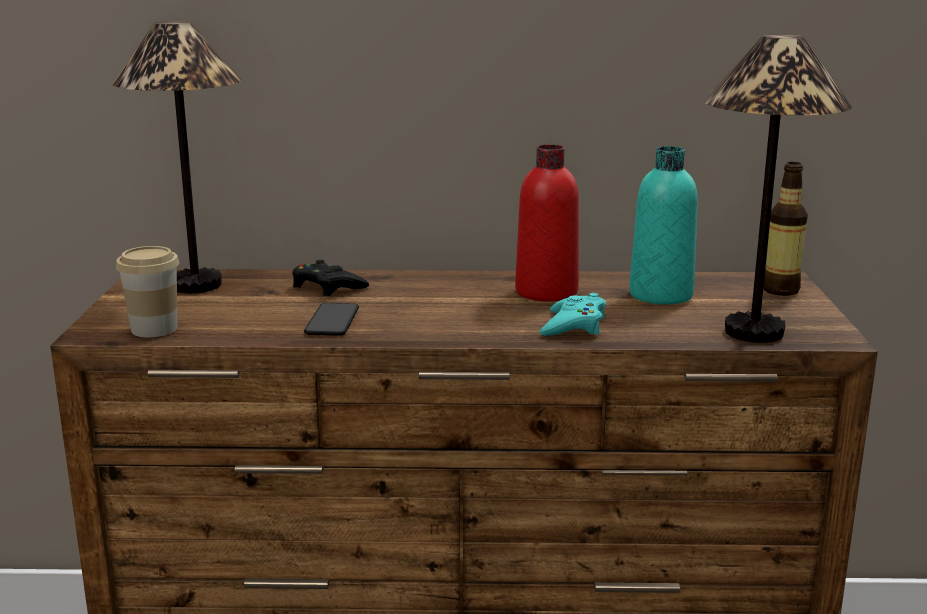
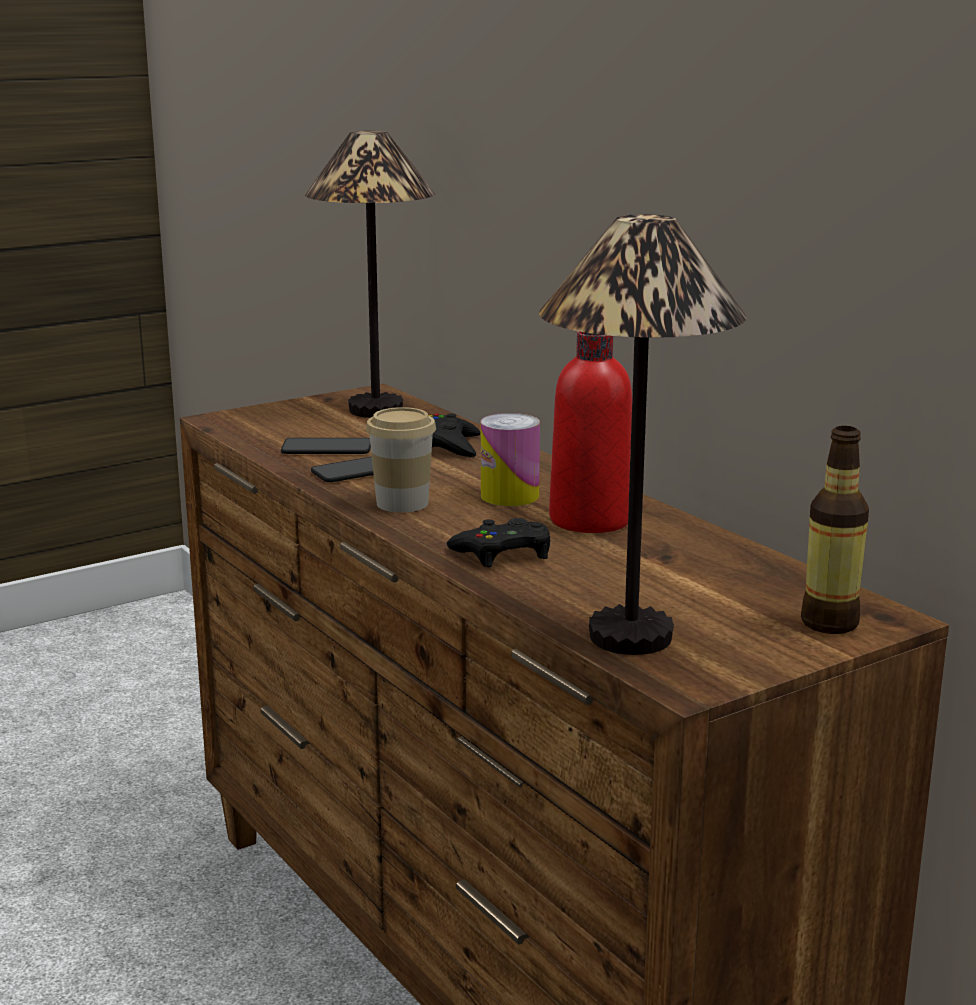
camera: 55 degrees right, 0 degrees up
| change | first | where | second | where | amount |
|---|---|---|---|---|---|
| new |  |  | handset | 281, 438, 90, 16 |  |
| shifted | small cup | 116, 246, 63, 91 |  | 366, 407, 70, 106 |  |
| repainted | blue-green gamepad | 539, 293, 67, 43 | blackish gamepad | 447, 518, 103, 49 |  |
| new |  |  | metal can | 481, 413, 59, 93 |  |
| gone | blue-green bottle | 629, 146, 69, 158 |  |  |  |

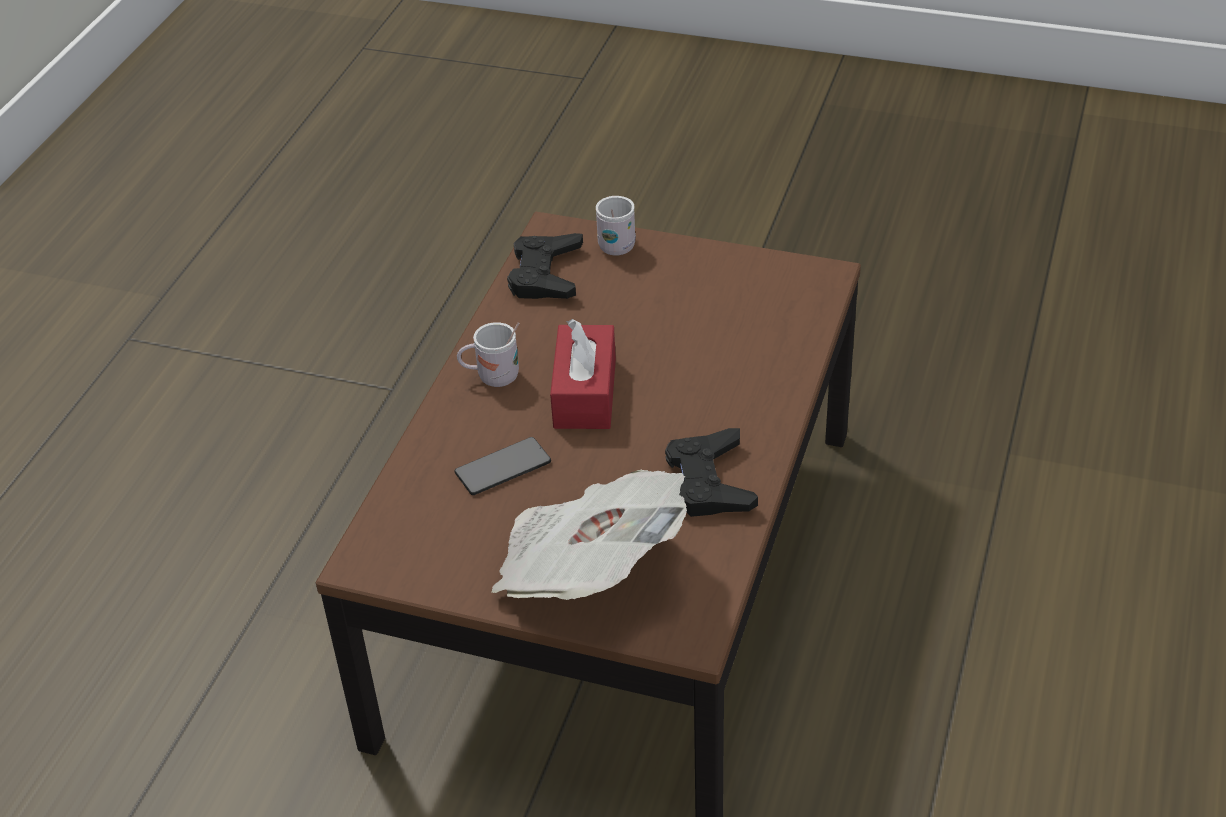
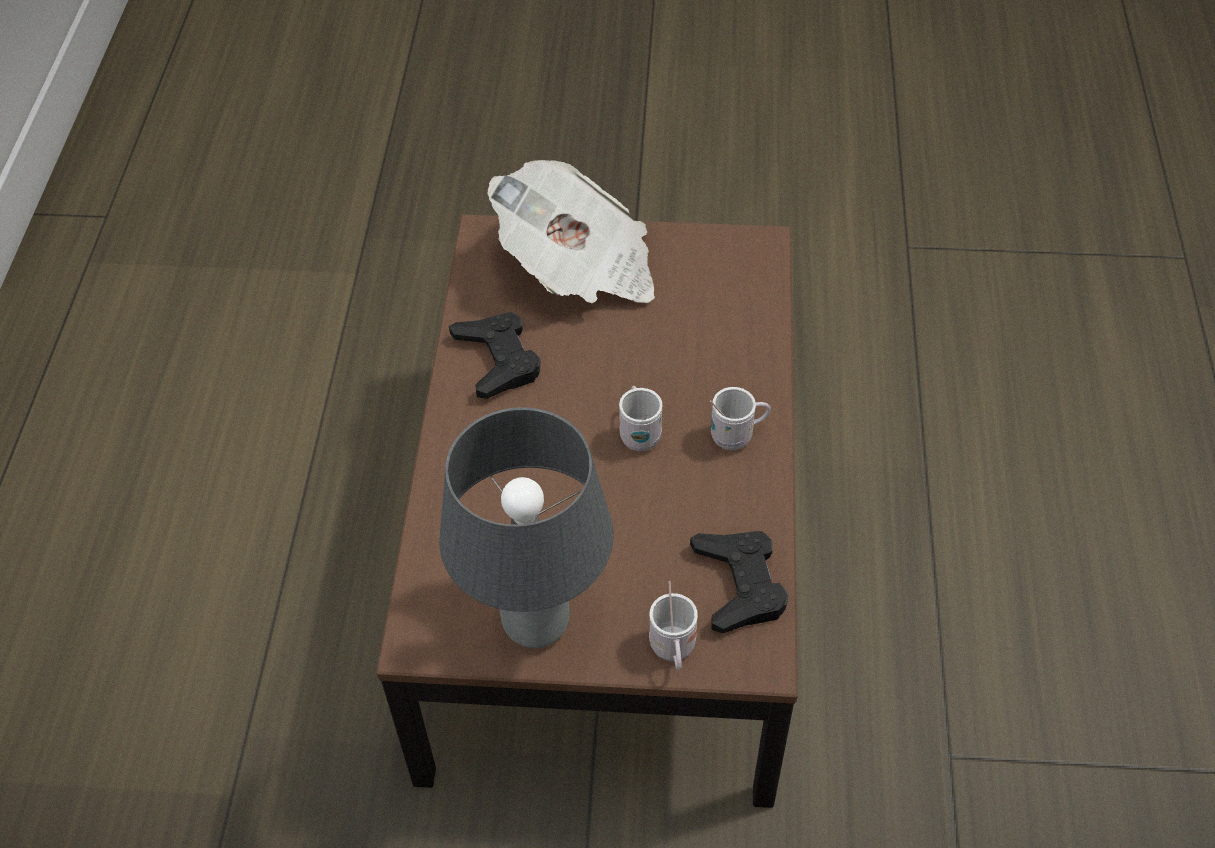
camera: 165 degrees right, 10 degrees up
| change | first | where | second | where | amount |
|---|---|---|---|---|---|
| new |  |  | gray tabletop lamp | 439, 407, 175, 241 |  |
| swapped | red-coloured tissue box | 550, 319, 66, 110 | white-coloured coffee mug | 619, 386, 43, 65 |  |
| gone | handset | 455, 437, 96, 58 |  |  |  |

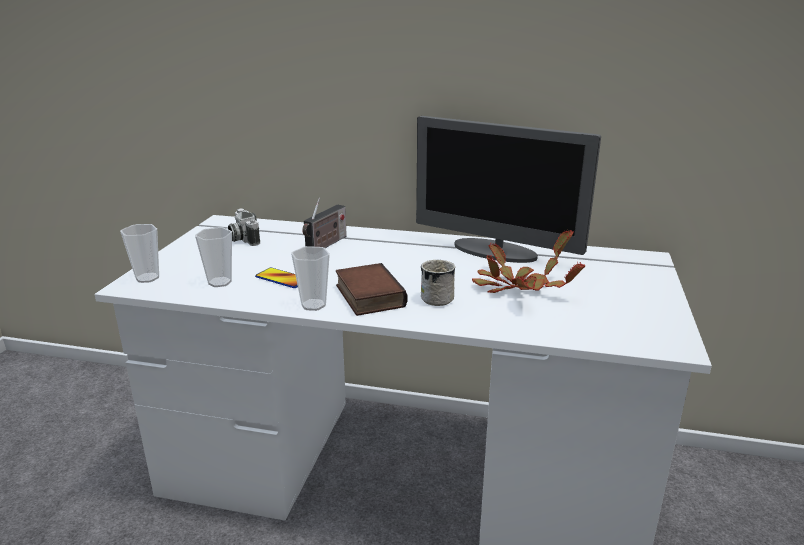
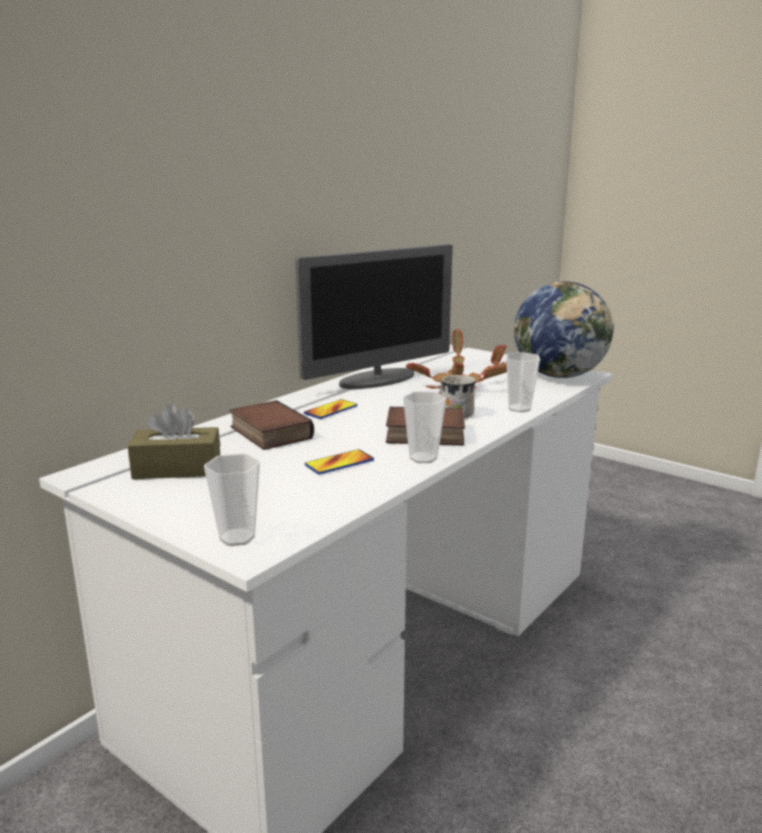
camera: 65 degrees left, 5 degrees down
| change | first | where | second | where | amount |
|---|---|---|---|---|---|
| swapped | still camera | 228, 208, 32, 38 | brownish tissue box | 128, 404, 92, 75 |  |
| swapped | radio set | 302, 198, 45, 50 | bound book | 229, 400, 85, 50 |  |
| new |  |  | handset | 304, 399, 54, 20 |  |
| shifted | small cup | 195, 227, 37, 60 |  | 506, 352, 34, 60 |  |
| new |  |  | globe | 514, 281, 100, 97 |  |

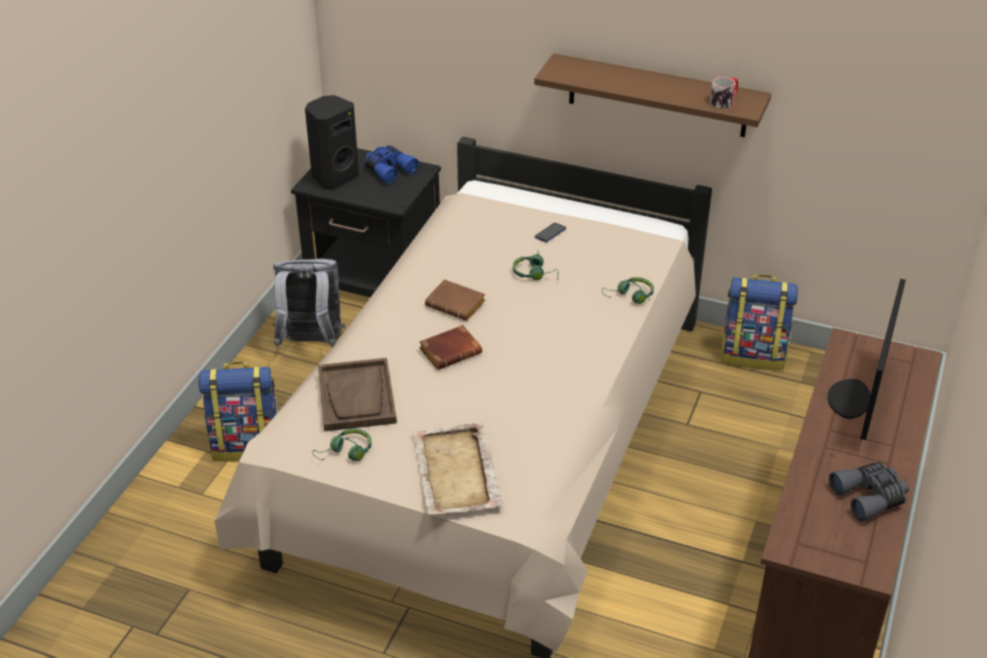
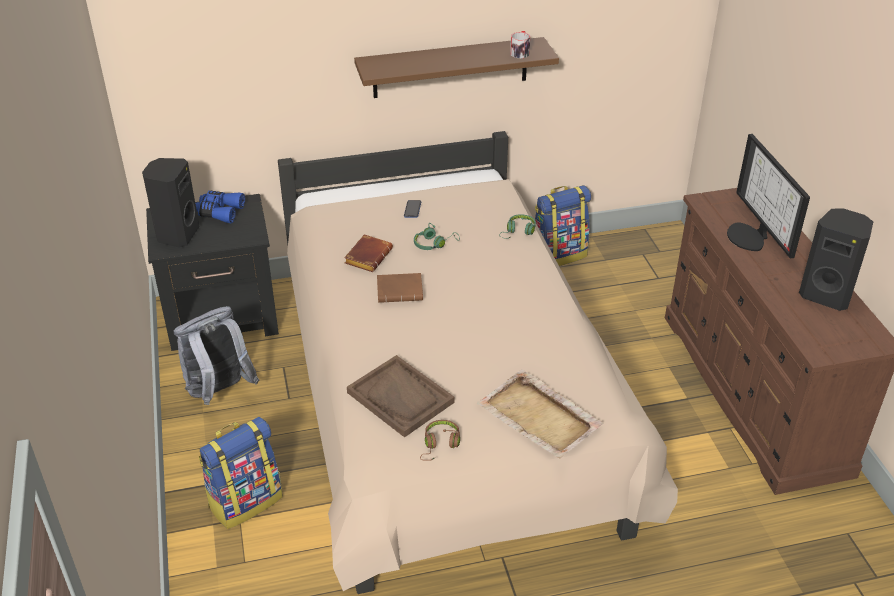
camera: 35 degrees left, 0 degrees up
| change | first | where | second | where | amount |
|---|---|---|---|---|---|
| shifted | brownish bound book | 419, 325, 63, 45 |  | 344, 234, 49, 38 |  |
| repainted | greenish pair of headphones | 312, 428, 60, 33 | brownish pair of headphones | 420, 420, 40, 40 |  |
| swapped | gray binoculars | 829, 462, 80, 60 | blackish audio speaker | 799, 208, 74, 103 |  |

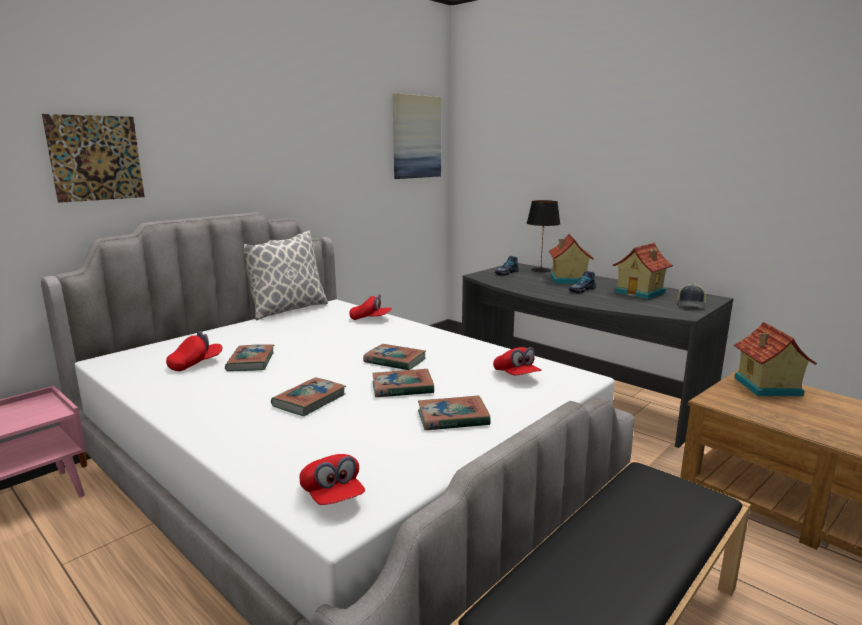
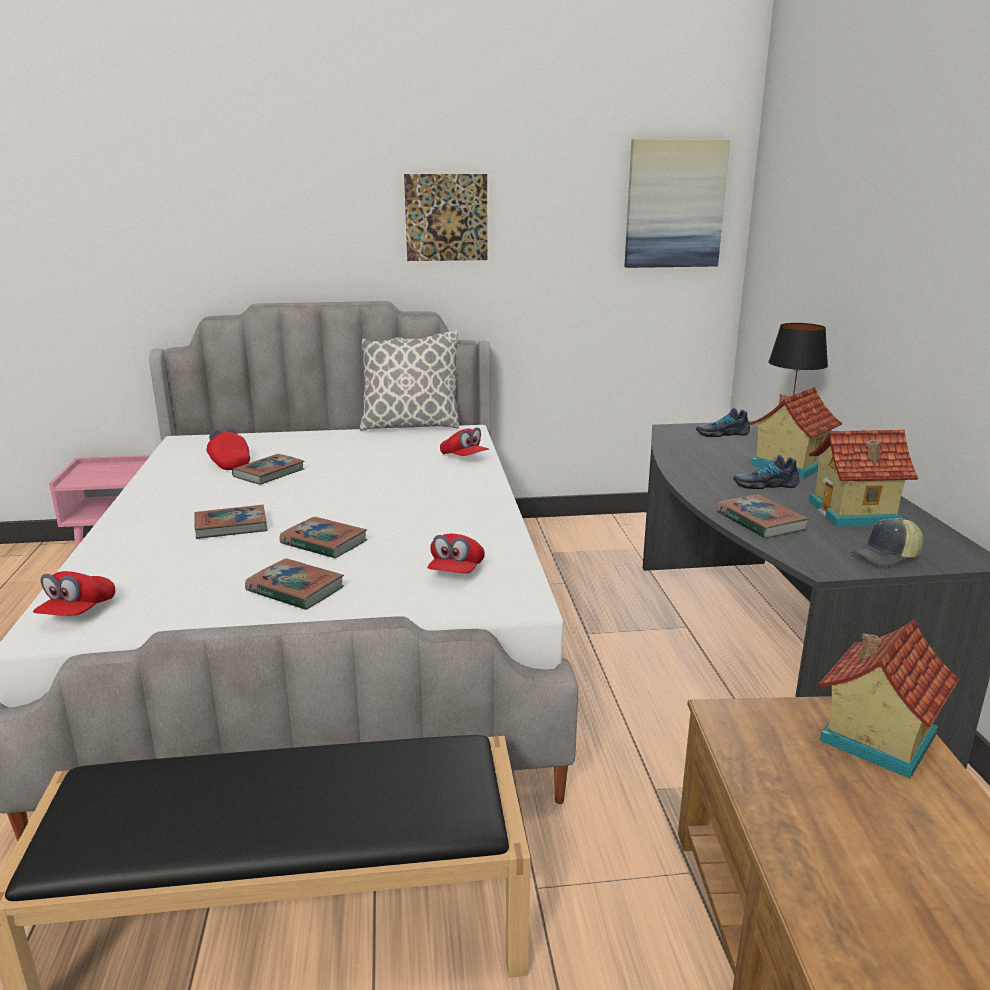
camera: 40 degrees right, 5 degrees up
| change | first | where | second | where | amount |
|---|---|---|---|---|---|
| rotated | red-coloured baseball cap | 166, 331, 57, 40 |  | 206, 427, 44, 43 | 120 degrees counterclockwise |
| shifted | picture | 42, 114, 103, 89 |  | 404, 174, 84, 87 |  |
| shifted | bound book | 363, 344, 63, 26 |  | 716, 494, 93, 45 |  |

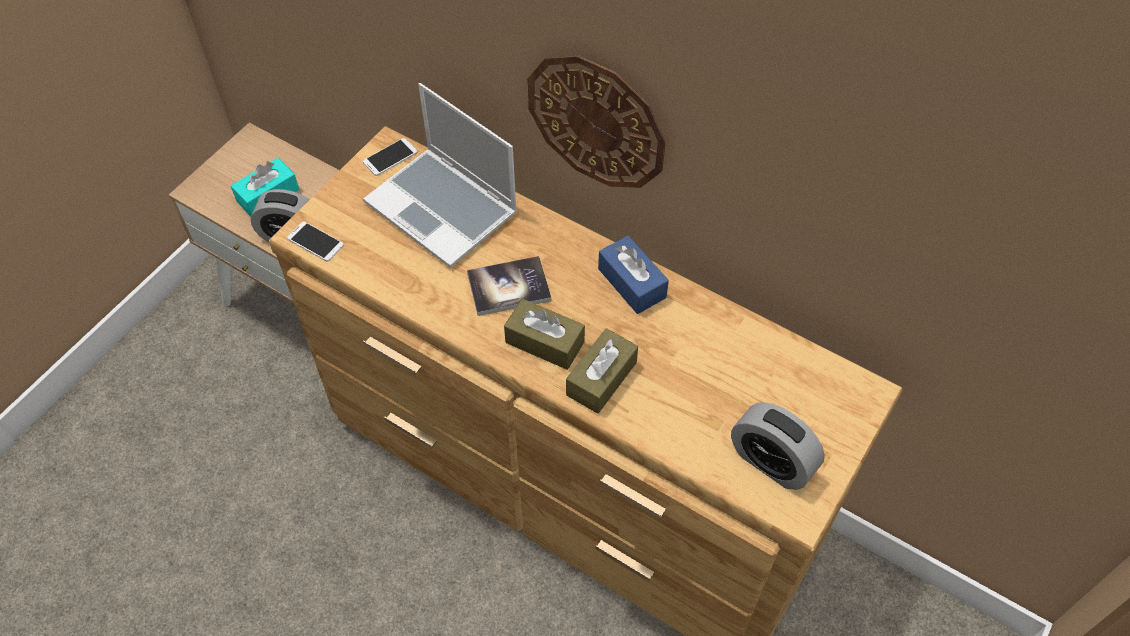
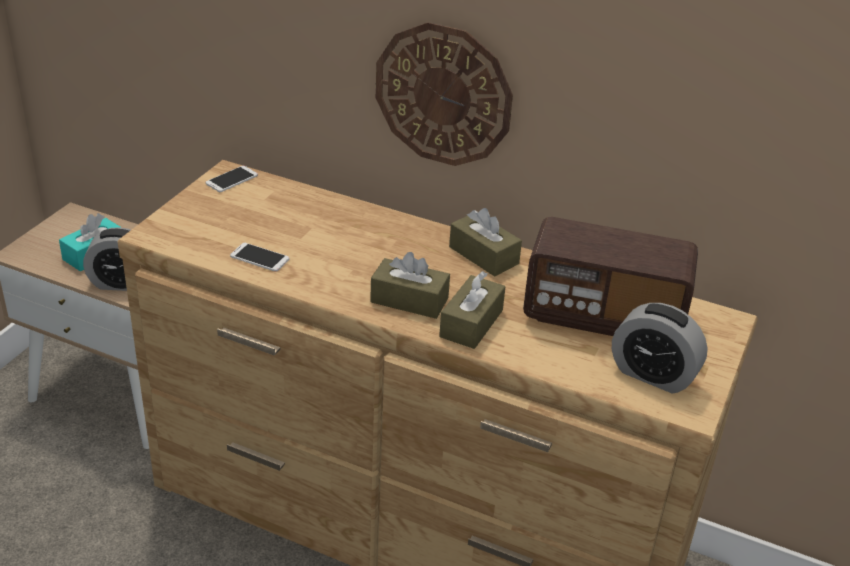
camera: 10 degrees left, 20 degrees down
| change | first | where | second | where | amount |
|---|---|---|---|---|---|
| shifted | handset | 287, 221, 57, 41 |  | 230, 243, 60, 29 |  |
| repainted | blue-coloured tissue box | 598, 236, 71, 78 | brownish tissue box | 449, 208, 73, 68 |  |
| new |  |  | radio set | 523, 217, 175, 119 |  |
| gone | laptop | 363, 83, 154, 185 |  |  |  |
| gone | bound book | 467, 256, 84, 60 |  |  |  |

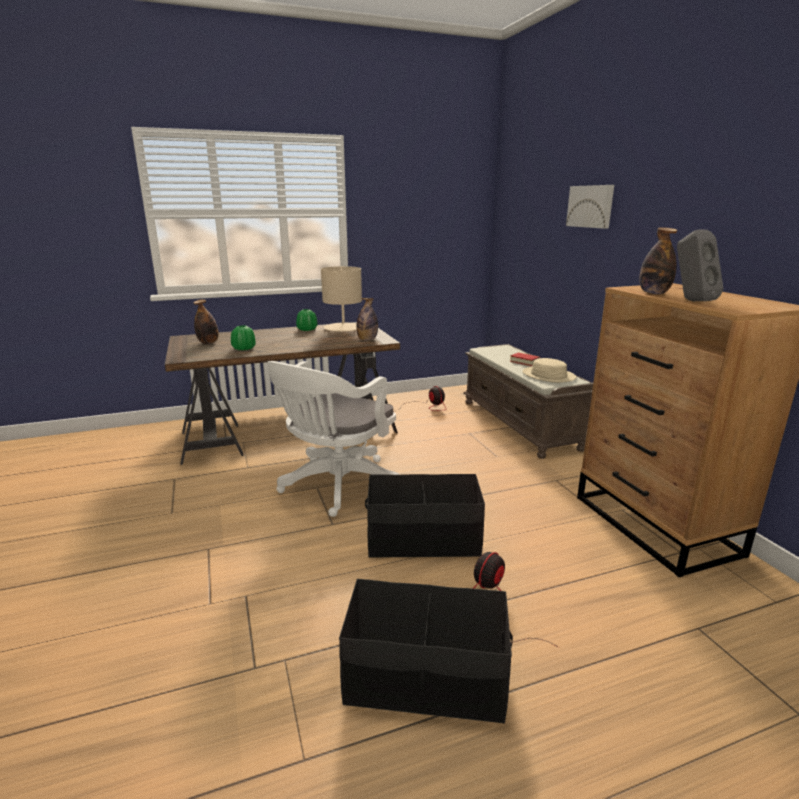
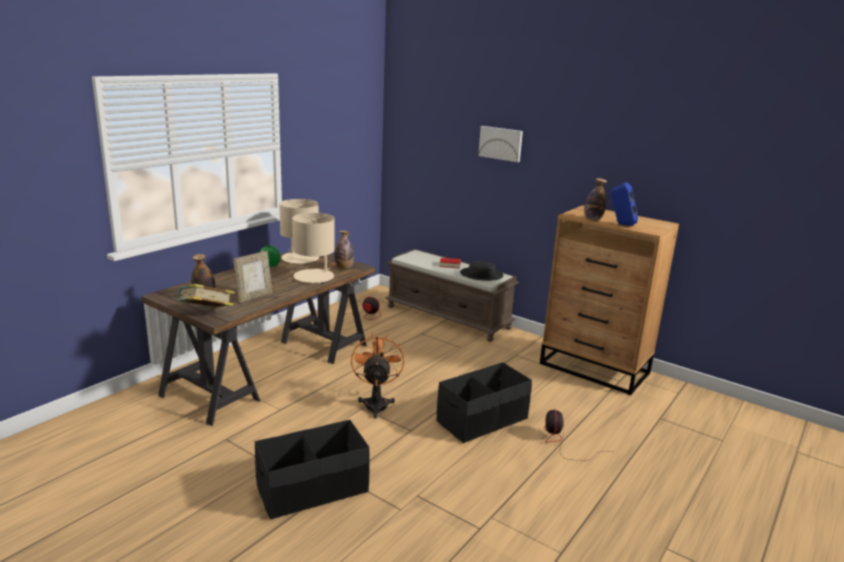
camera: 35 degrees left, 0 degrees up
| change | first | where | second | where | amount |
|---|---|---|---|---|---|
| new |  |  | bound book | 175, 284, 60, 24 |  |
| swapped | greenish flower vase | 231, 325, 25, 25 | photo frame | 233, 251, 39, 52 |  |
| shifted | blackish storage container | 339, 579, 174, 145 |  | 254, 420, 116, 100 |  |
| new |  |  | sand-coloured tabletop lamp | 292, 213, 43, 71 |  |
| swapped | white-coloured computer chair | 267, 361, 133, 156 | orange-coloured electric fan | 351, 333, 53, 86 |  |
| repainted | sand-coloured wearable hat | 522, 358, 54, 25 | blackish wearable hat | 460, 261, 43, 20 |  |
| repainted | gray audio speaker | 677, 230, 46, 71 | blue-coloured audio speaker | 611, 182, 27, 44 |  |

